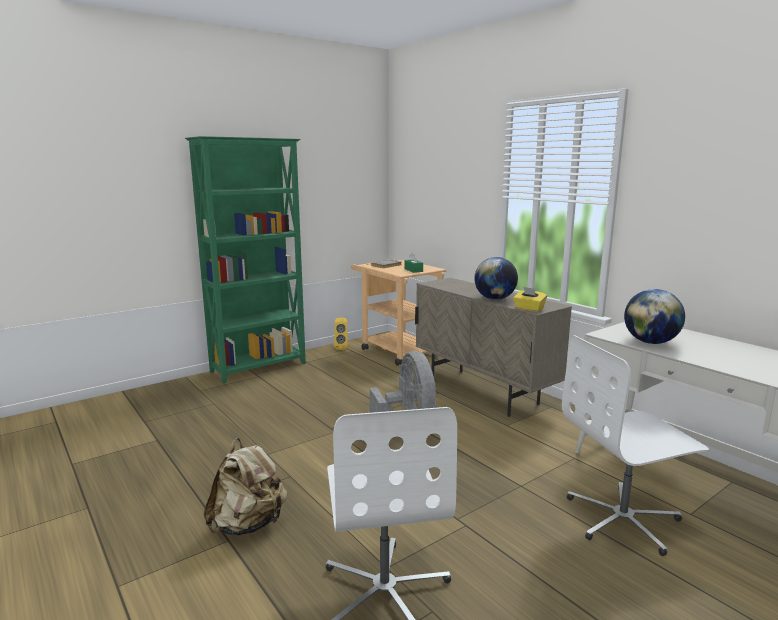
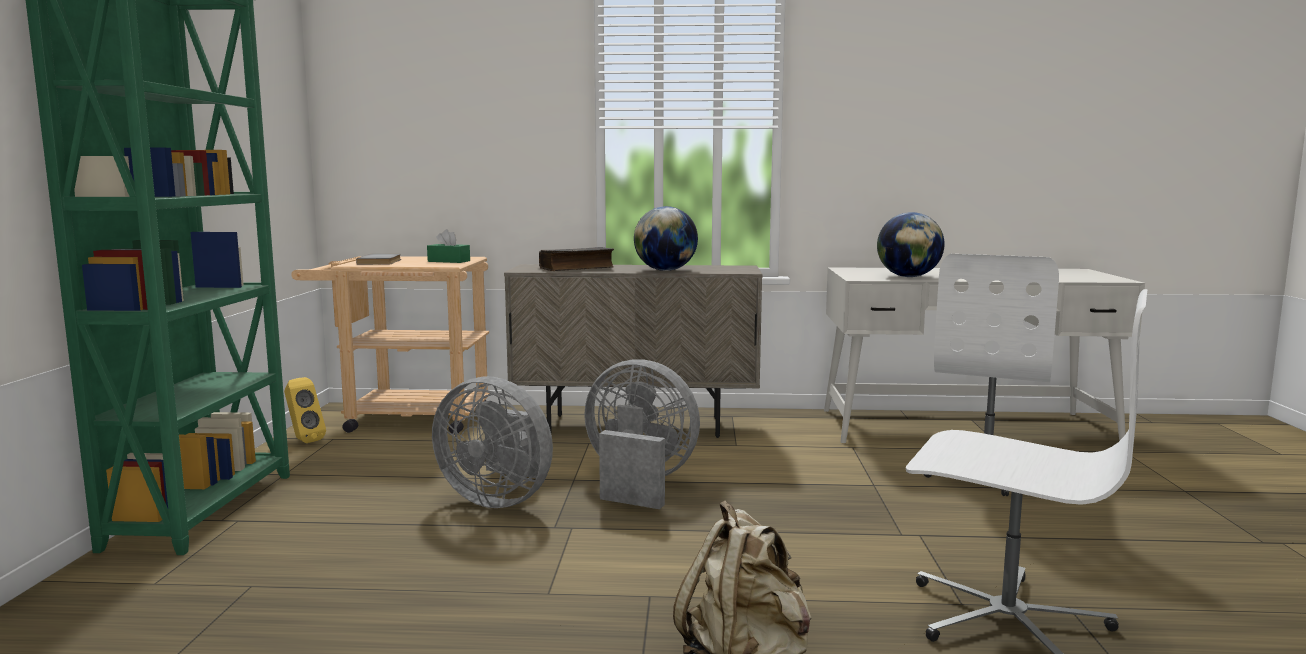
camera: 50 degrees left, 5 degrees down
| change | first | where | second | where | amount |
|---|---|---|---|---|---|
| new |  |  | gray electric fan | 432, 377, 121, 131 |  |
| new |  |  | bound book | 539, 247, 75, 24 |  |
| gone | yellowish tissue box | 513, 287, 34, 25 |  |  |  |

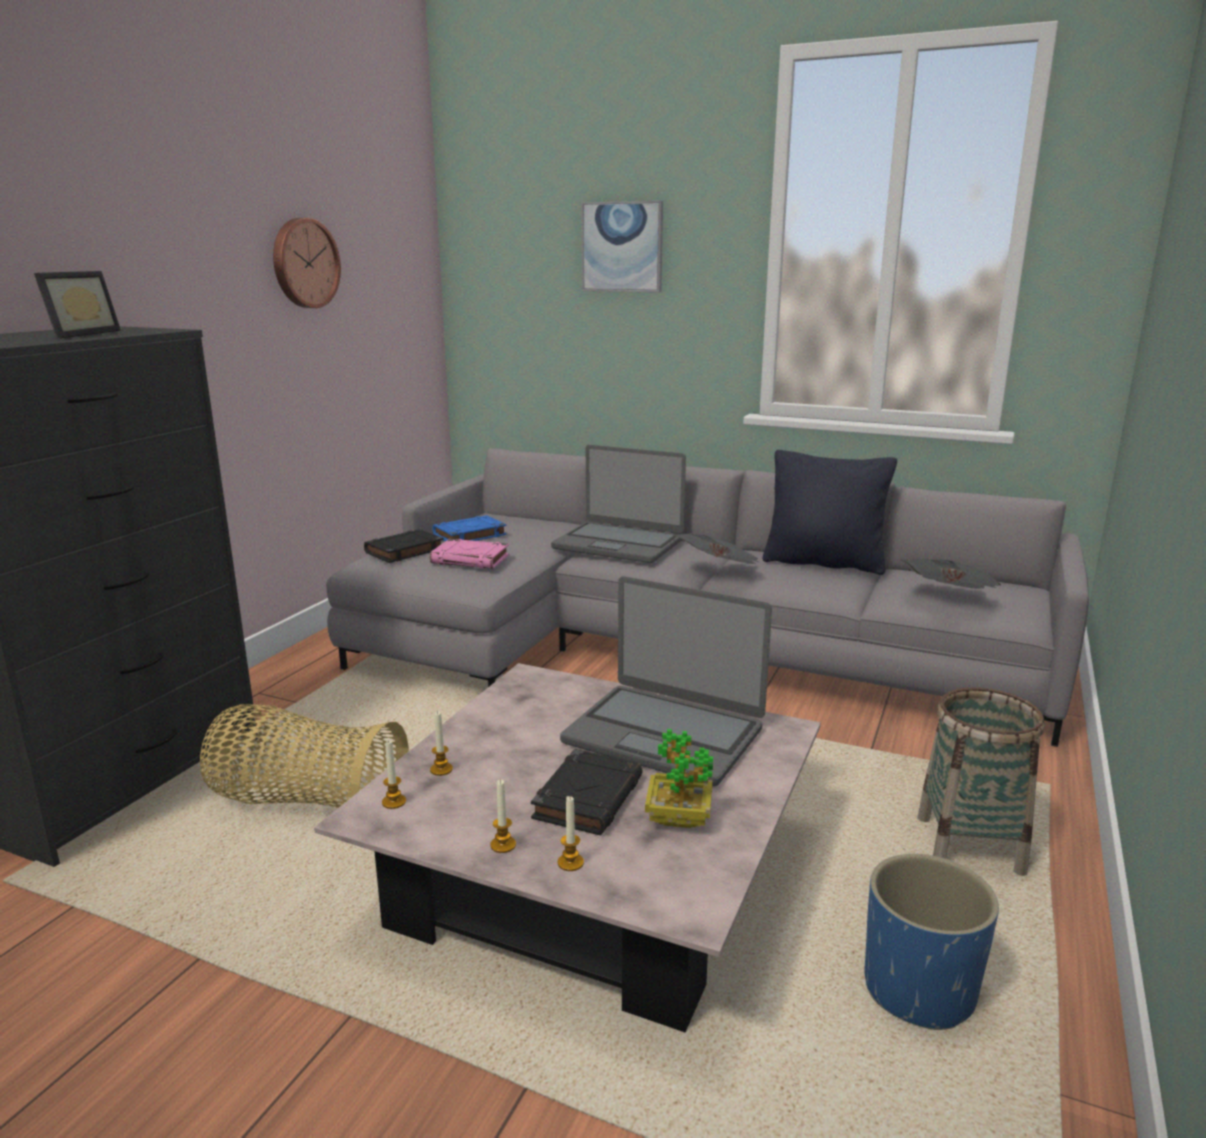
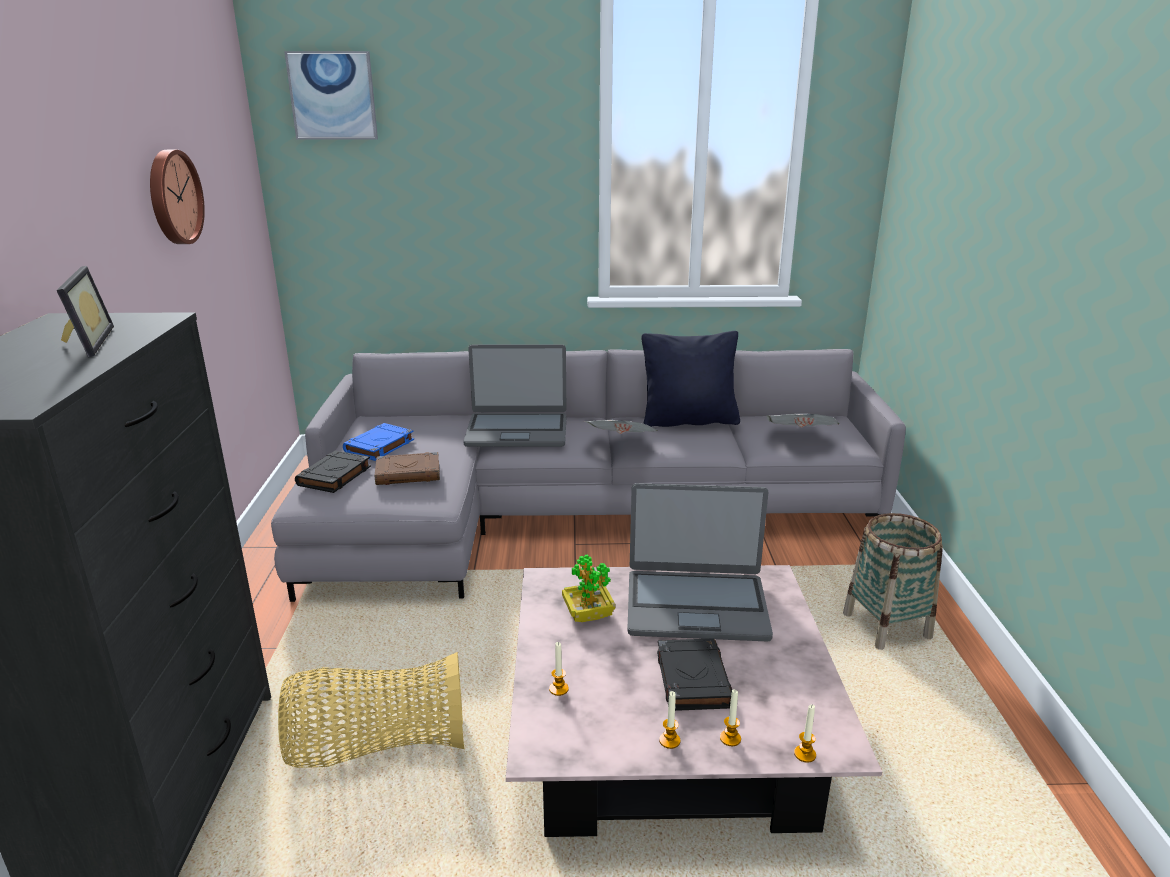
camera: 25 degrees left, 5 degrees up
| change | first | where | second | where | amount |
|---|---|---|---|---|---|
| shifted | picture | 581, 201, 82, 92 |  | 284, 51, 94, 89 |  |
| repainted | pink-coloured bound book | 430, 539, 79, 30 | brownish bound book | 375, 452, 65, 33 |  |
| shifted | plant in a pot | 645, 729, 68, 99 |  | 562, 554, 53, 68 |  |
| shifted | candle | 382, 740, 24, 69 |  | 794, 704, 22, 59 |  |
| gone | blue-coloured planter | 865, 854, 134, 176 |  |  |  |

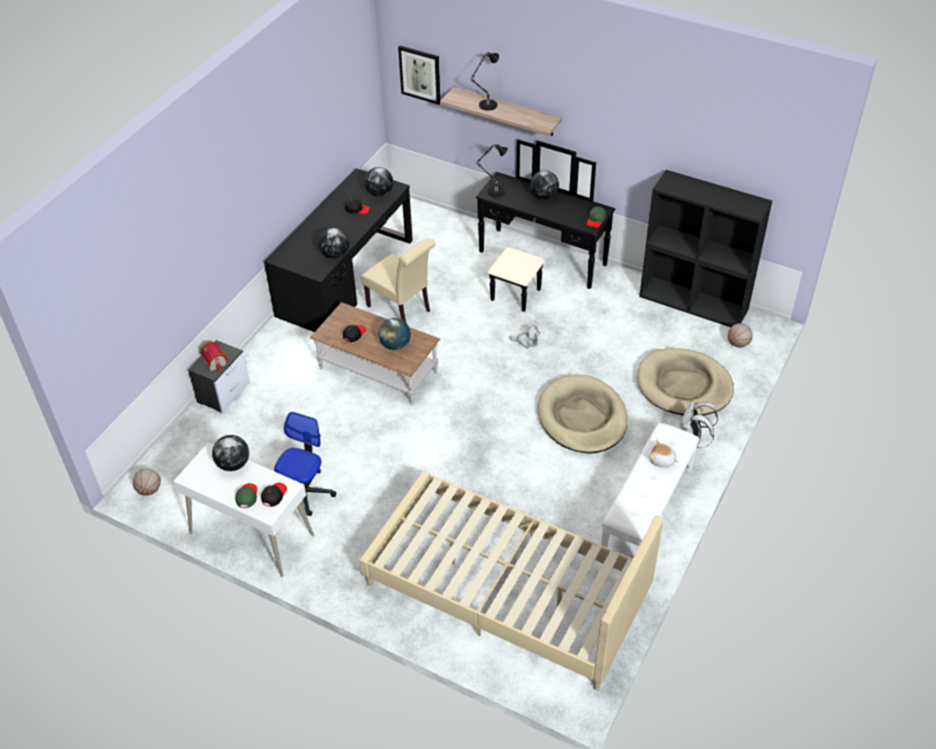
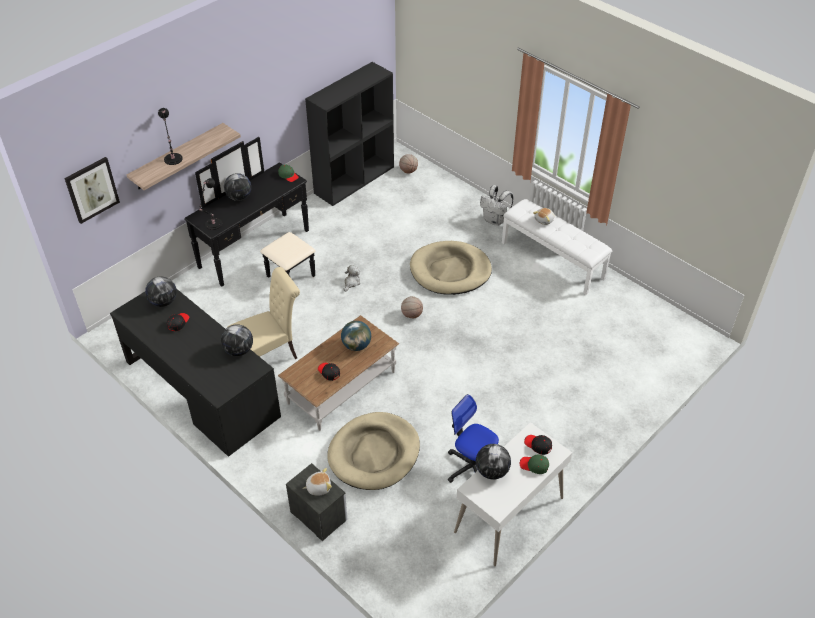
camera: 75 degrees left, 0 degrees up
| change | first | where | second | where | amount |
|---|---|---|---|---|---|
| swapped | toy house | 200, 342, 30, 29 | soft toy | 303, 468, 29, 28 |  |
| shifted | sand-coloured pet bed | 637, 348, 97, 67 |  | 327, 412, 93, 78 |  |
| shifted | basketball | 133, 468, 28, 28 |  | 401, 296, 22, 22 |  |
| gone | sand-coloured sleeping bed | 359, 472, 305, 219 |  |  |  |

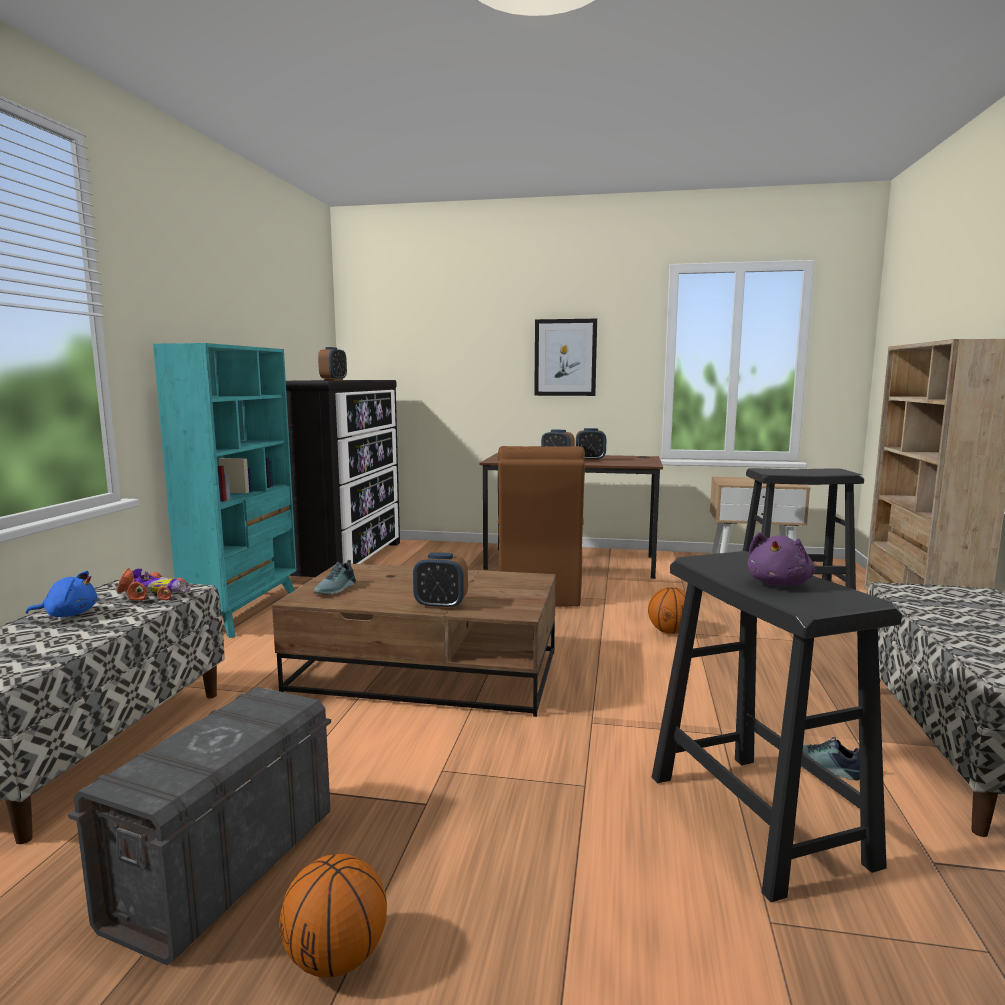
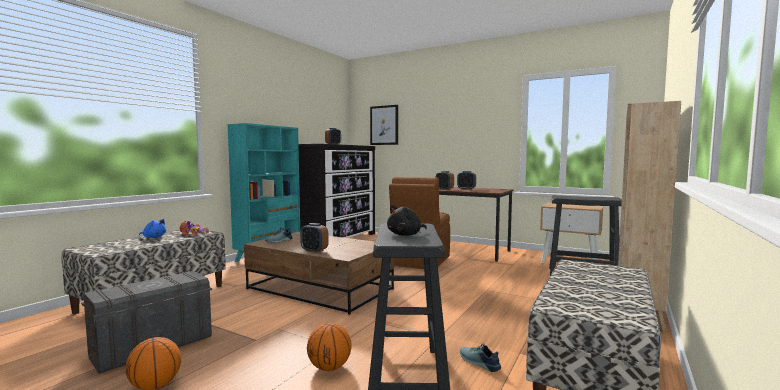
camera: 20 degrees right, 5 degrees down
| change | first | where | second | where | amount |
|---|---|---|---|---|---|
| shifted | basketball | 648, 587, 38, 47 |  | 307, 323, 45, 48 |  |
| shifted | picture | 534, 319, 63, 77 |  | 370, 105, 28, 40 |  |
| repainted | purple soft toy | 748, 532, 67, 54 | blackish soft toy | 387, 204, 40, 32 |  |

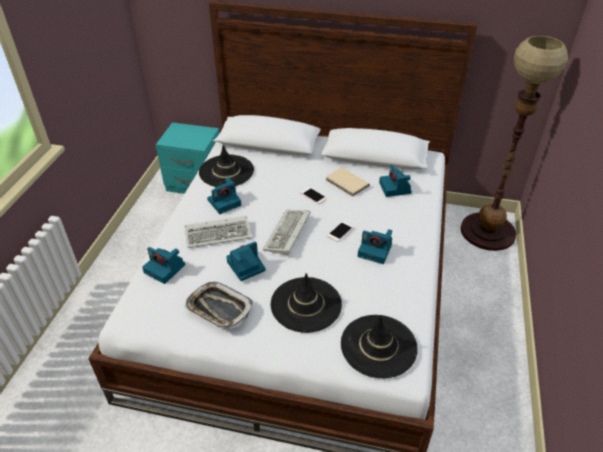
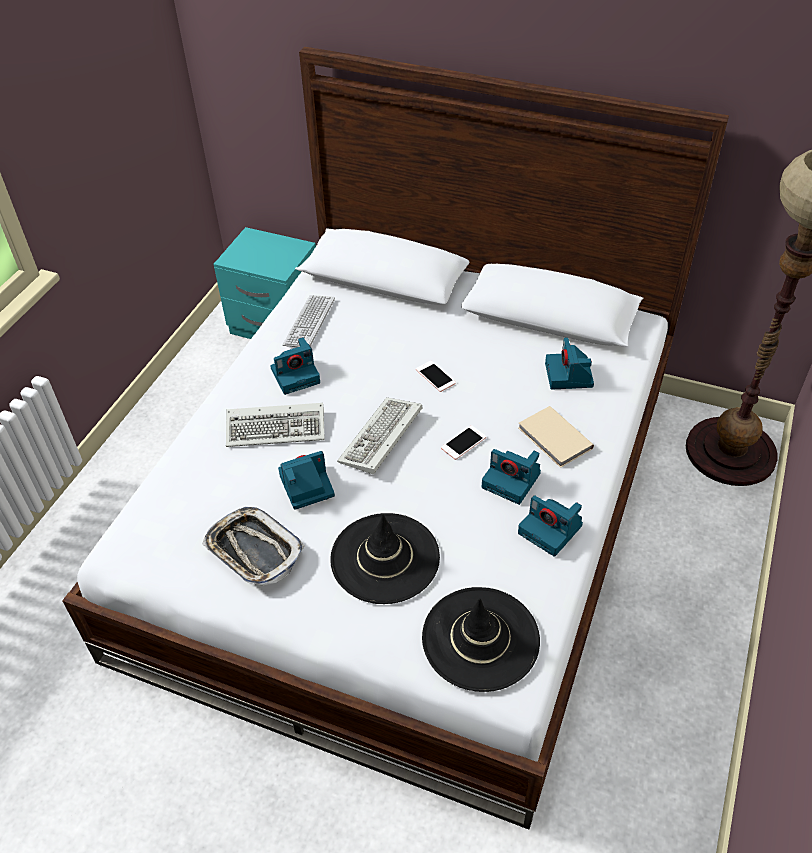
camera: 10 degrees right, 5 degrees up
| change | first | where | second | where | amount |
|---|---|---|---|---|---|
| swapped | blackish wearable hat | 199, 145, 55, 42 | PC keyboard | 282, 295, 53, 52 |  |
| shifted | sand-coloured bound book | 326, 167, 44, 30 |  | 518, 406, 76, 62 |  |
| shifted | still camera | 142, 247, 43, 37 |  | 518, 495, 65, 62 |  |

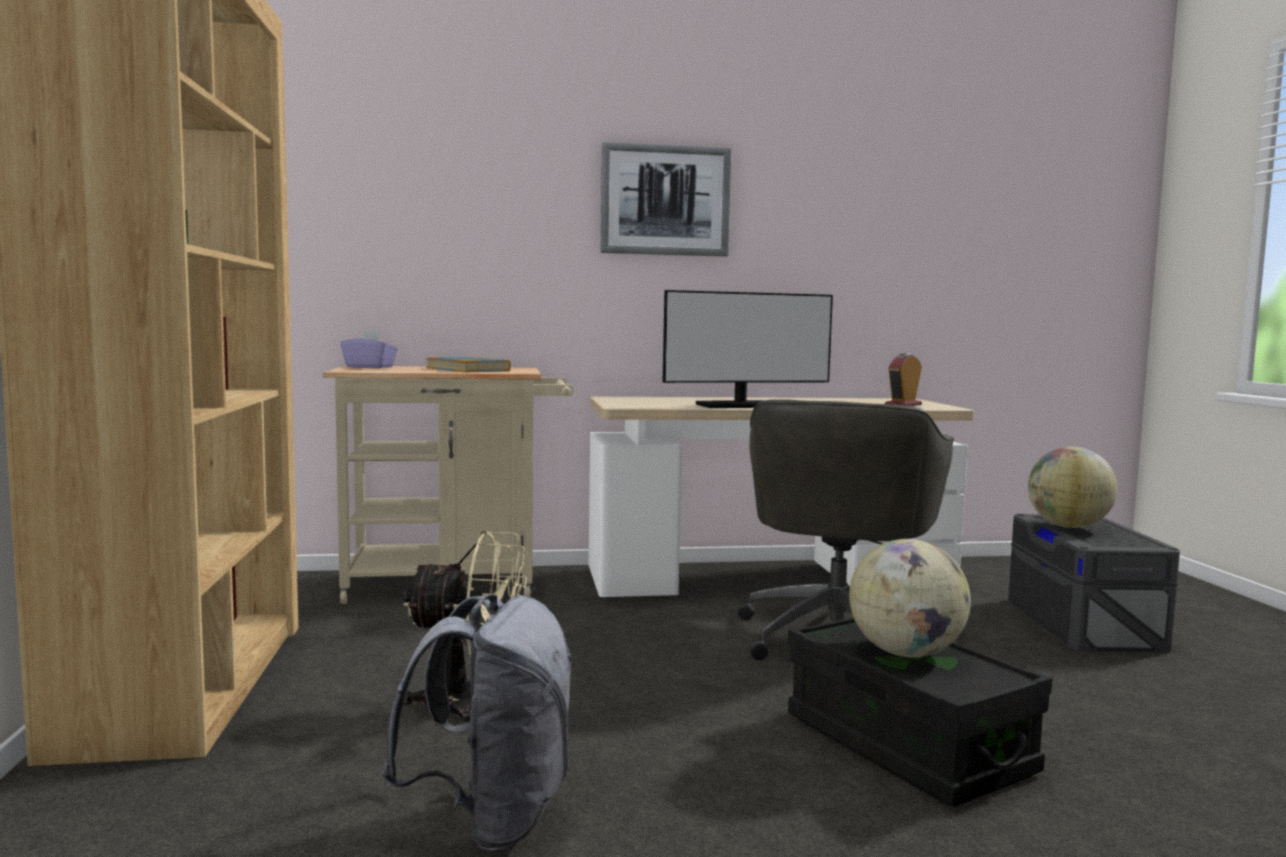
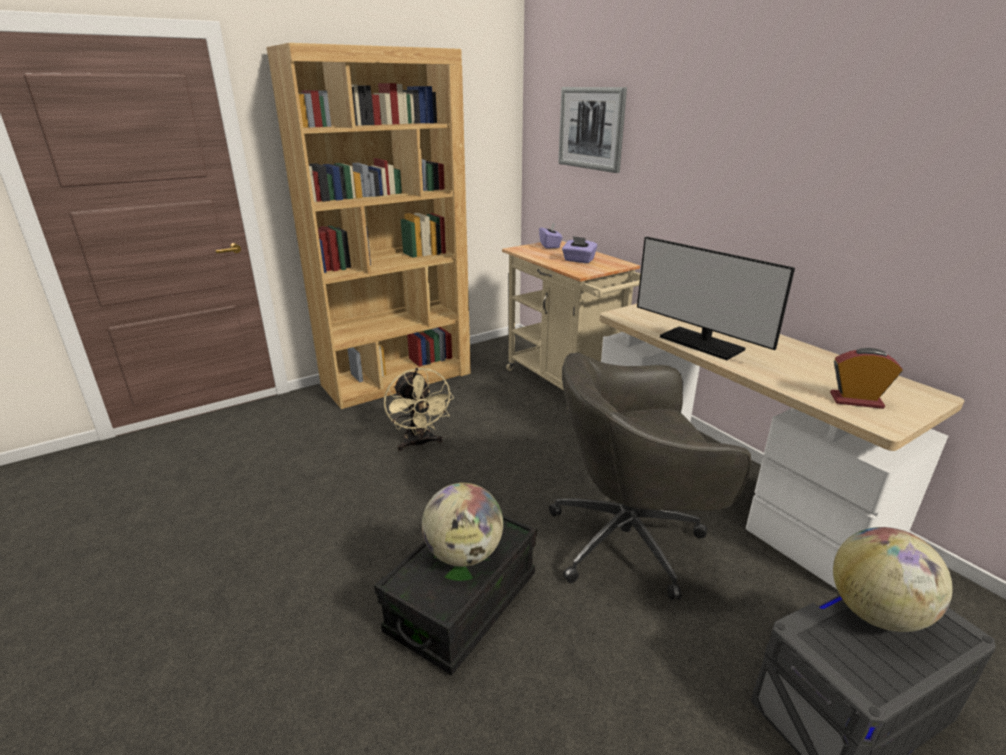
camera: 65 degrees right, 20 degrees up
| change | first | where | second | where | amount |
|---|---|---|---|---|---|
| shifted | picture | 601, 142, 130, 115 |  | 558, 87, 69, 86 |  |
| swapped | bound book | 426, 357, 85, 16 | purple tissue box | 562, 236, 36, 27 |  |
| gone | gray rucksack | 381, 594, 192, 256 |  |  |  |

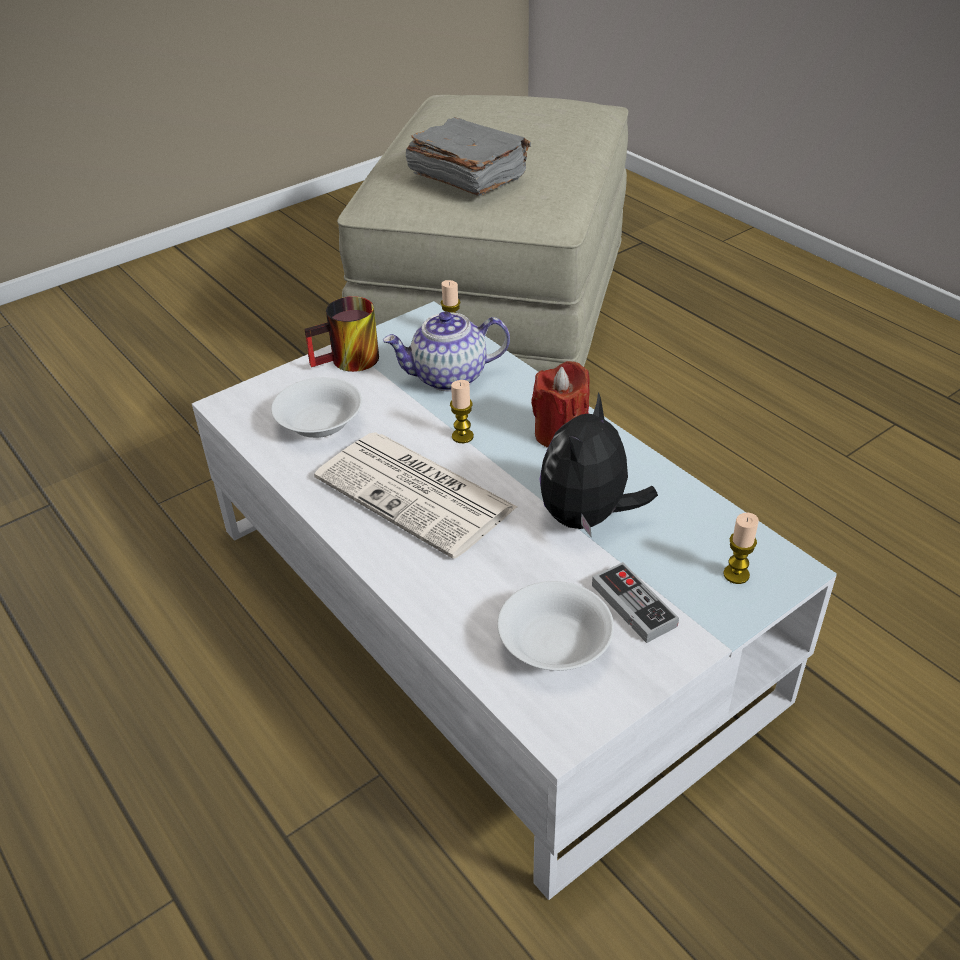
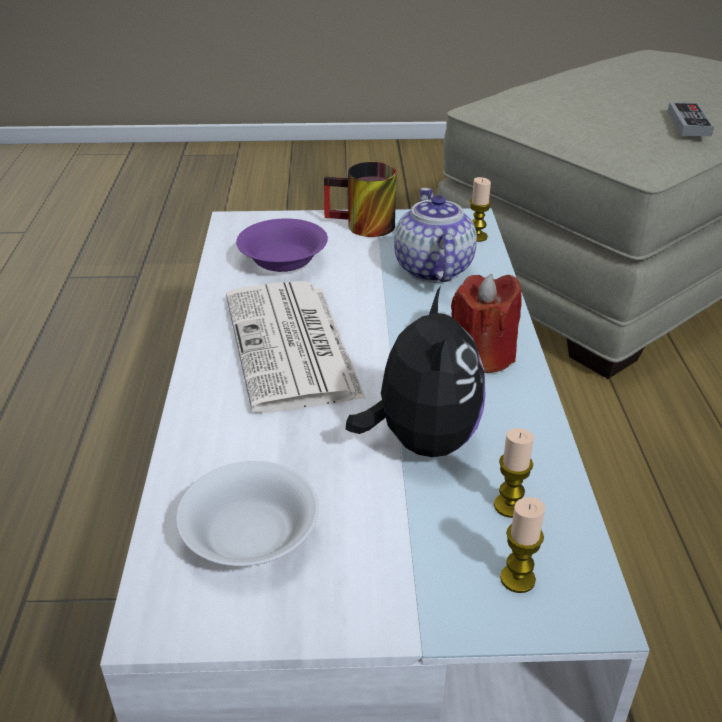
camera: 35 degrees right, 5 degrees down
| change | first | where | second | where | amount |
|---|---|---|---|---|---|
| repainted | white-coloured serving bowl | 271, 377, 91, 61 | purple serving bowl | 236, 218, 92, 54 |  |
| rotated | soft toy | 539, 392, 119, 146 |  | 346, 286, 140, 171 | 120 degrees clockwise |
| rotated | pot for tea | 383, 312, 127, 79 |  | 394, 188, 83, 95 | 60 degrees clockwise |
| shifted | candle | 450, 380, 24, 63 |  | 494, 428, 40, 90 |  |
| shifted | gamepad | 592, 562, 87, 81 |  | 667, 102, 47, 34 |  |
| gone | gray bound book | 406, 117, 125, 79 |  |  |  |

